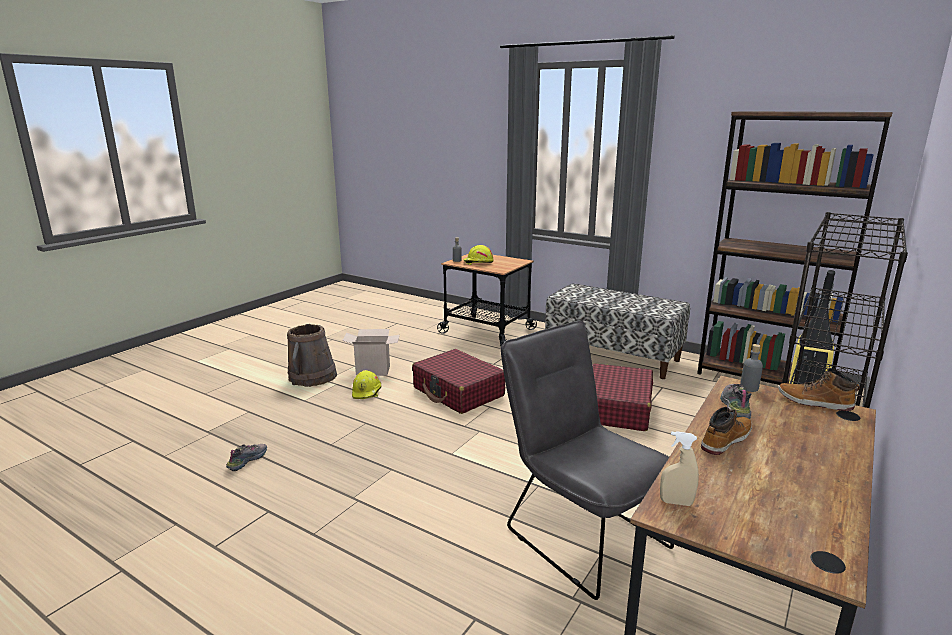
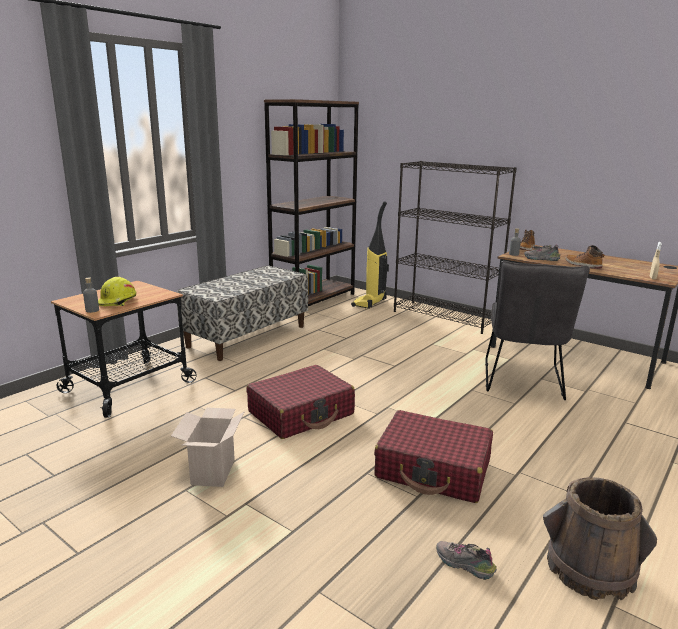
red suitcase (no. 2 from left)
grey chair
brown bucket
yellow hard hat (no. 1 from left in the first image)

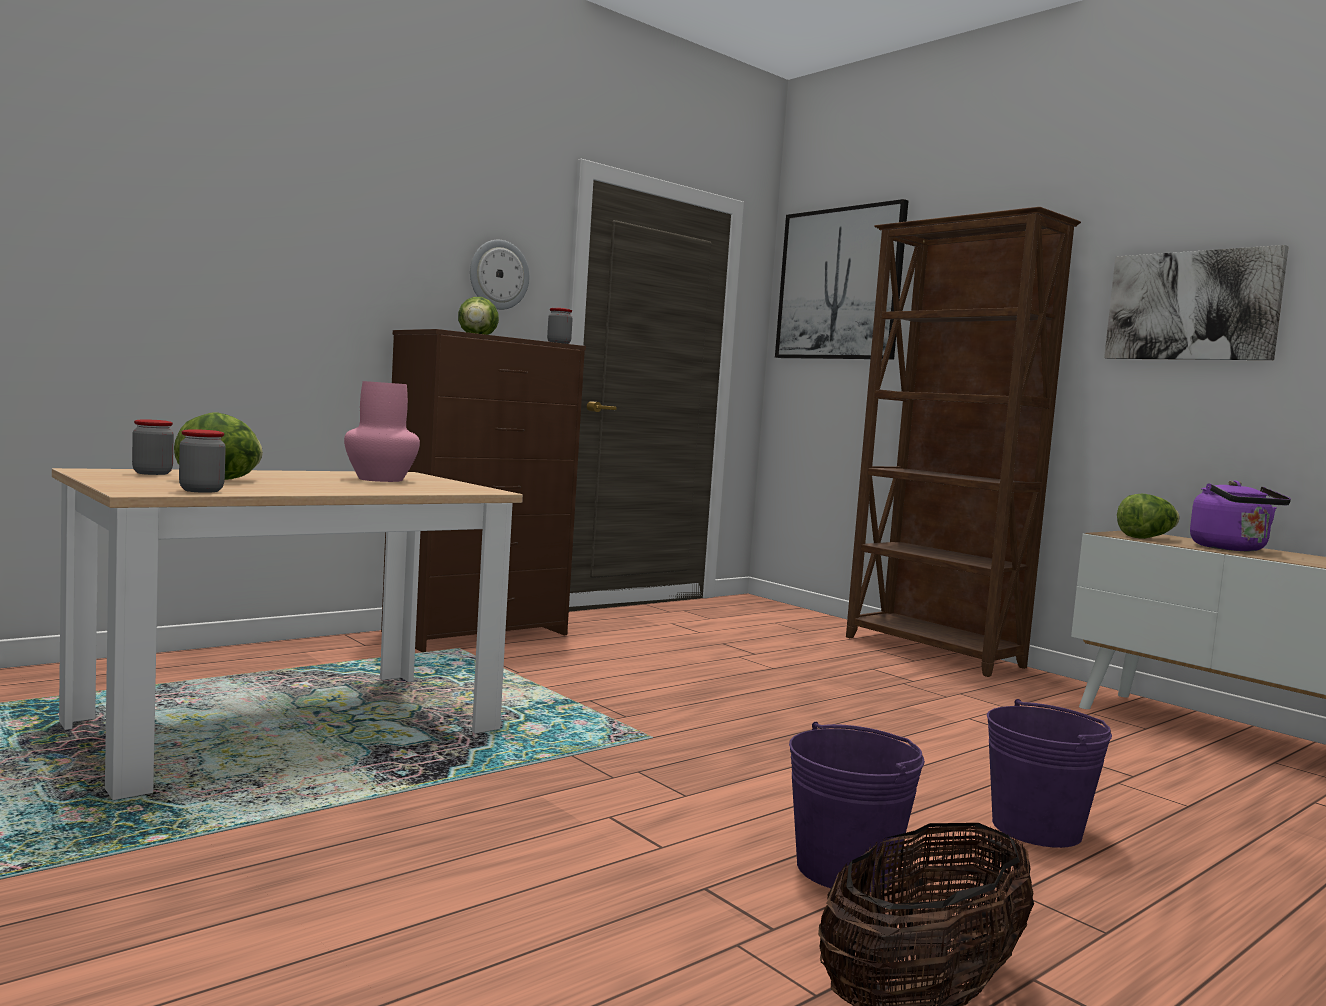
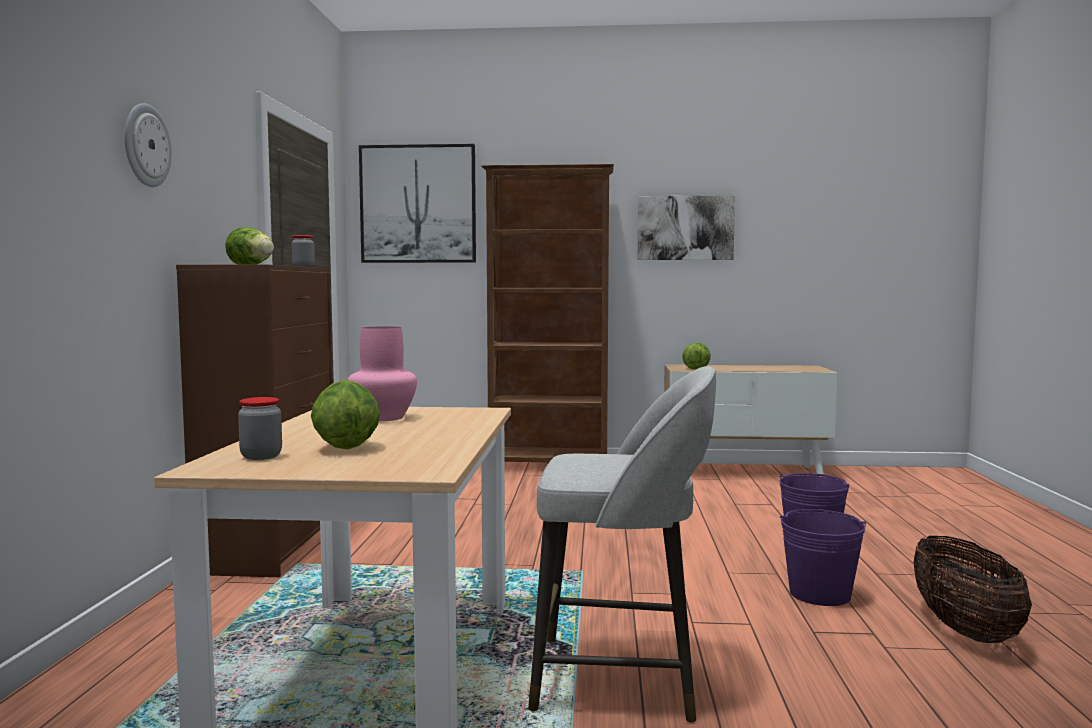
wall clock
grey stool
jar (no. 2 from left in the first image)
purple kettle

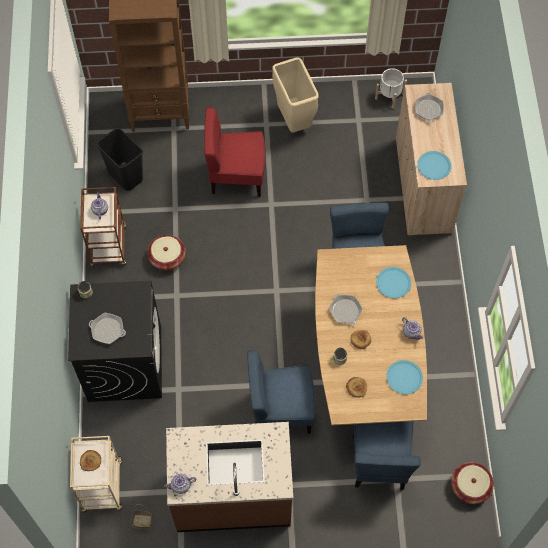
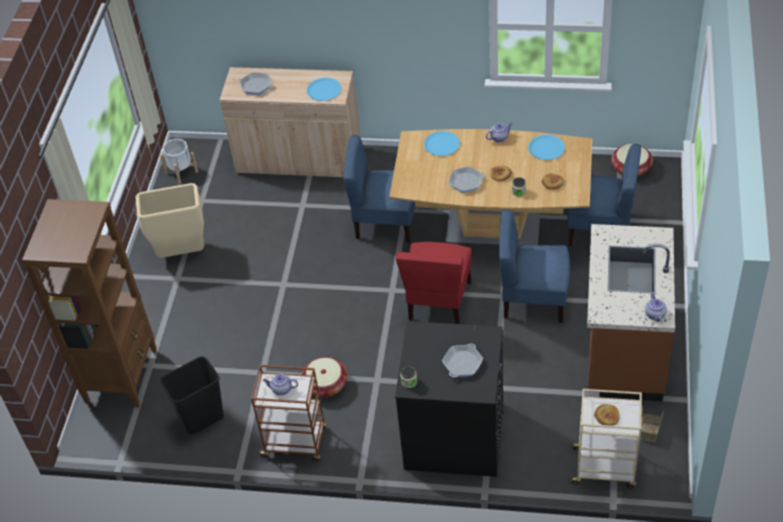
red chair
blue chair (no. 2 from left)

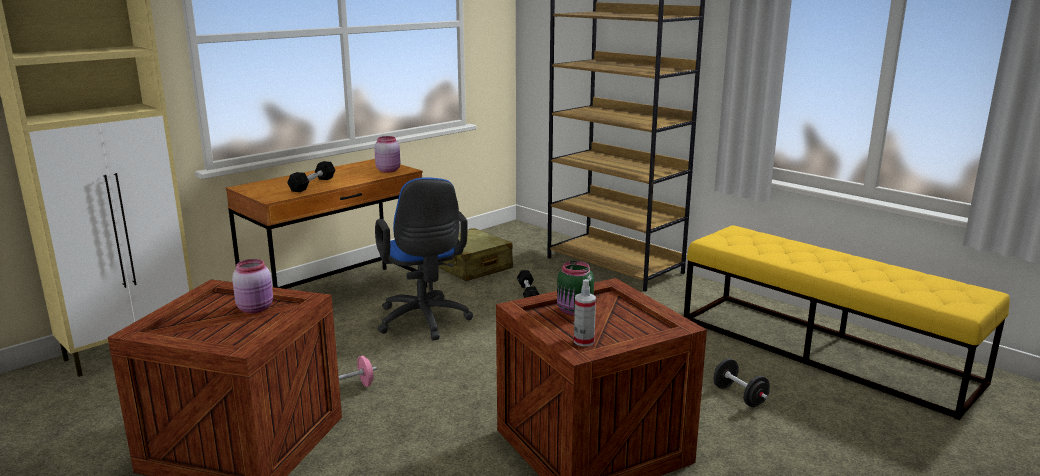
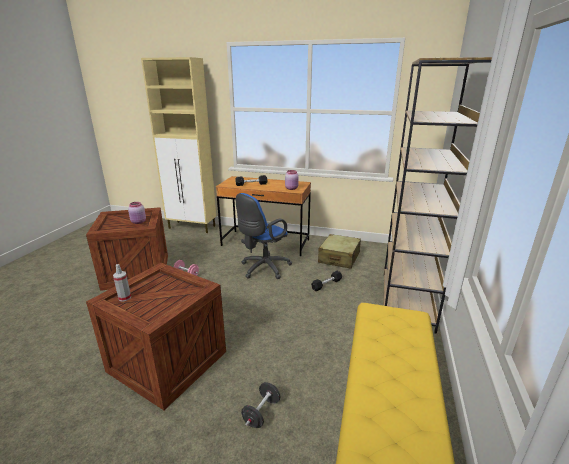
green jar

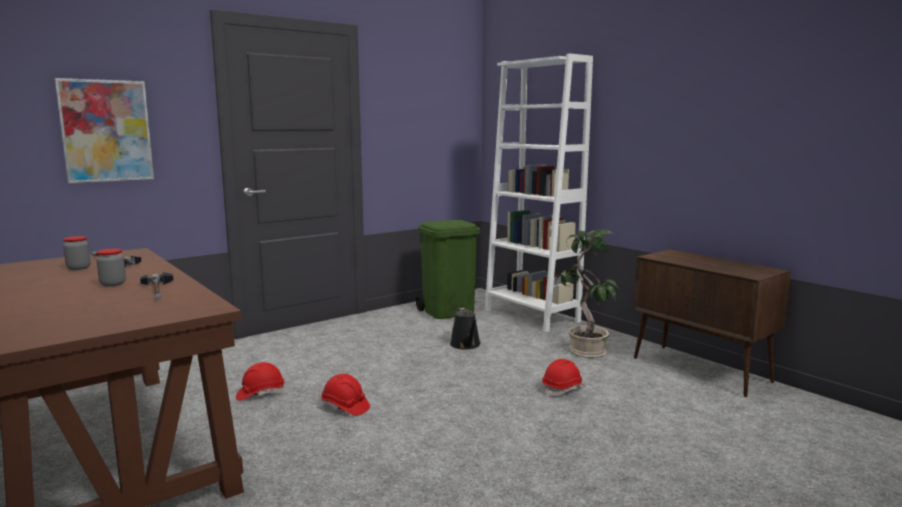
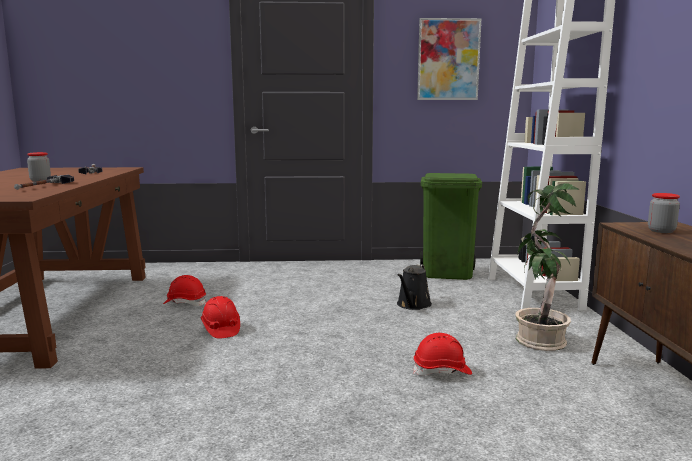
picture
jar (no. 2 from left)

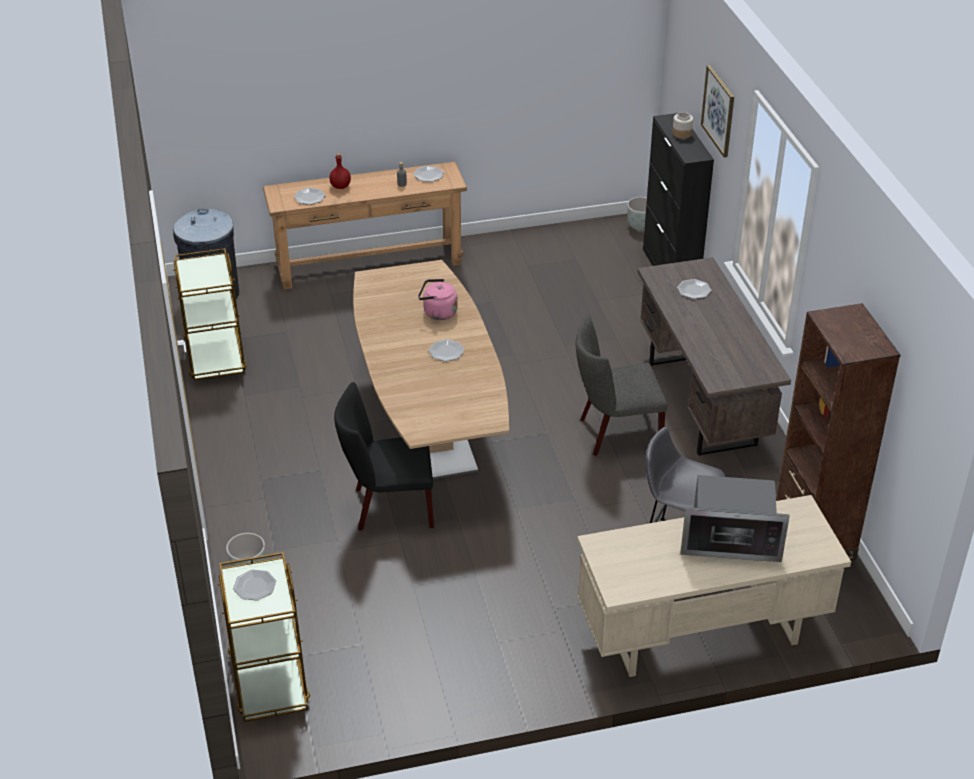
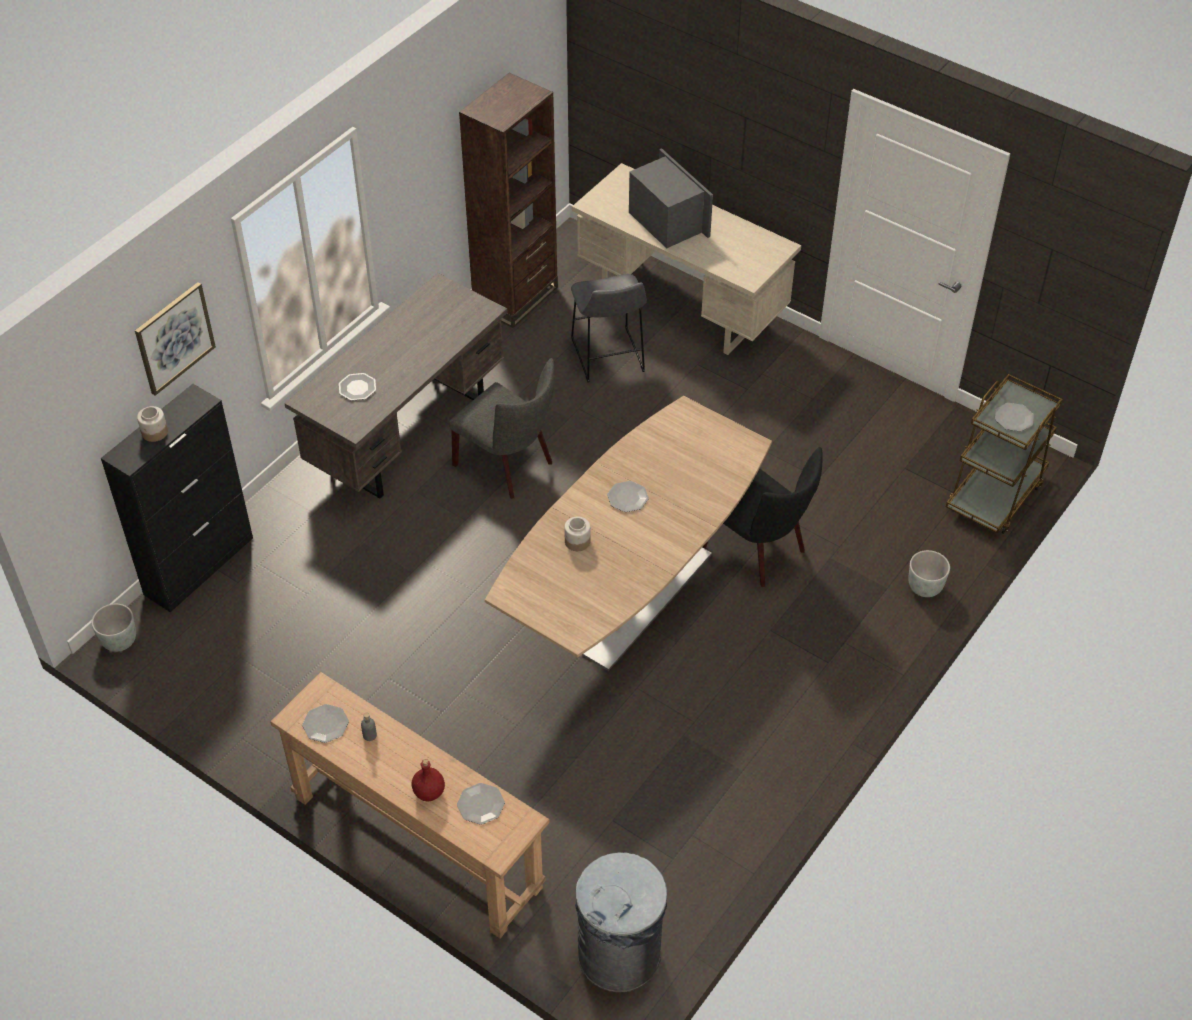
jar (no. 2 from left)
brown cart (no. 1 from left in the first image)

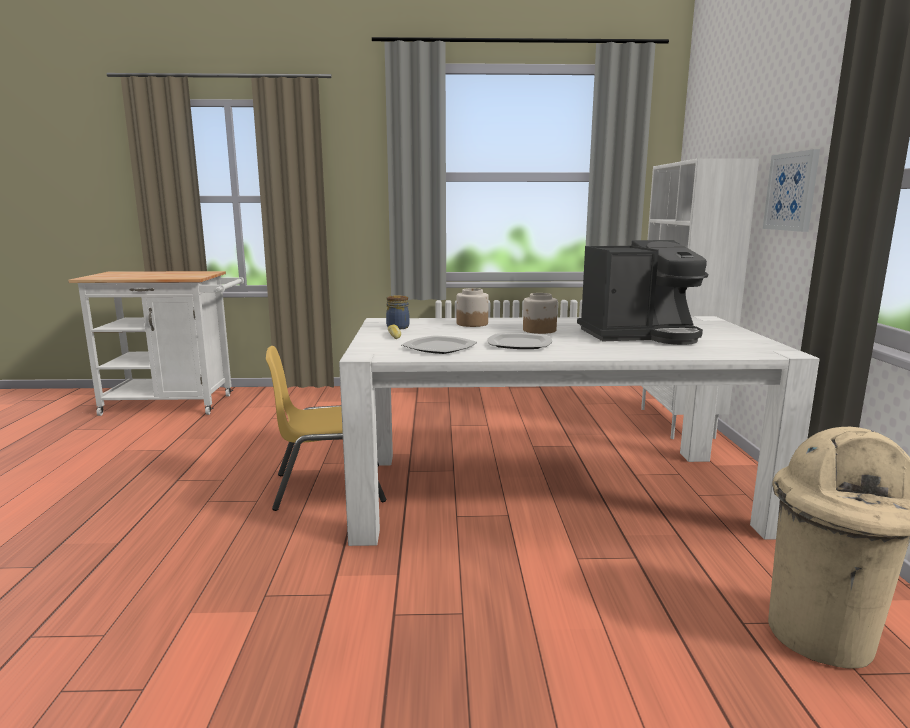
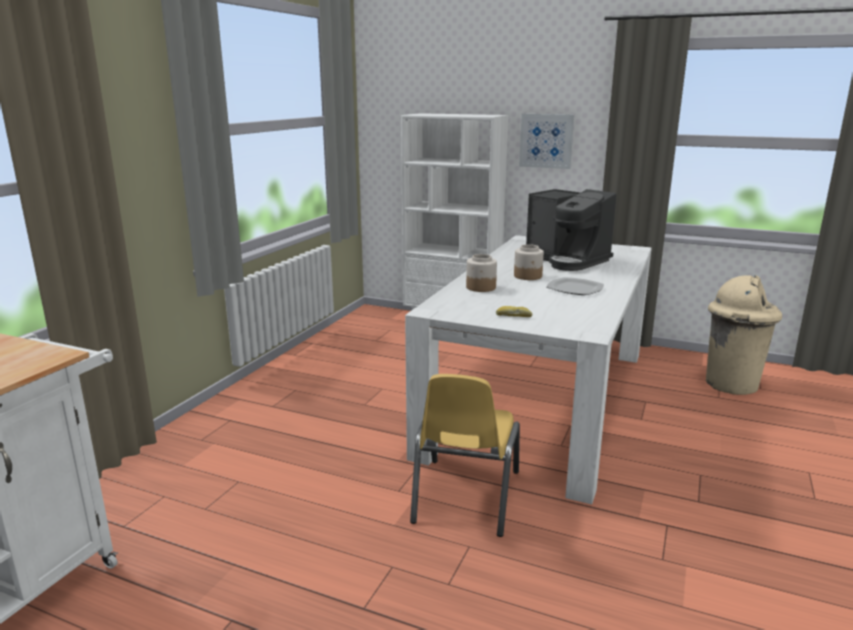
coffee machine
jar (no. 1 from left in the first image)
plate (no. 1 from left in the first image)

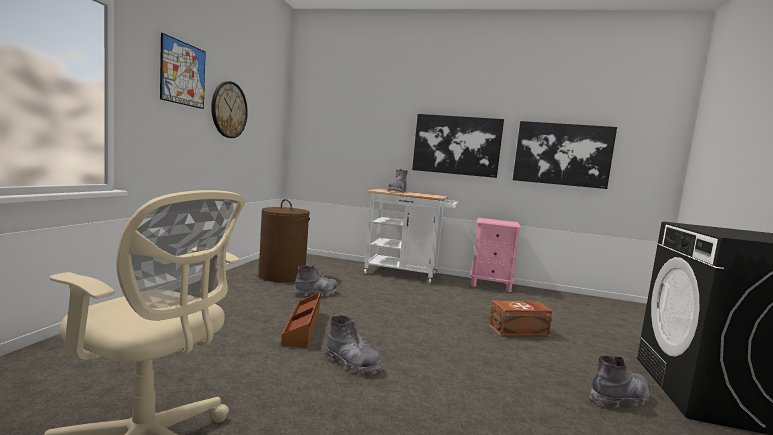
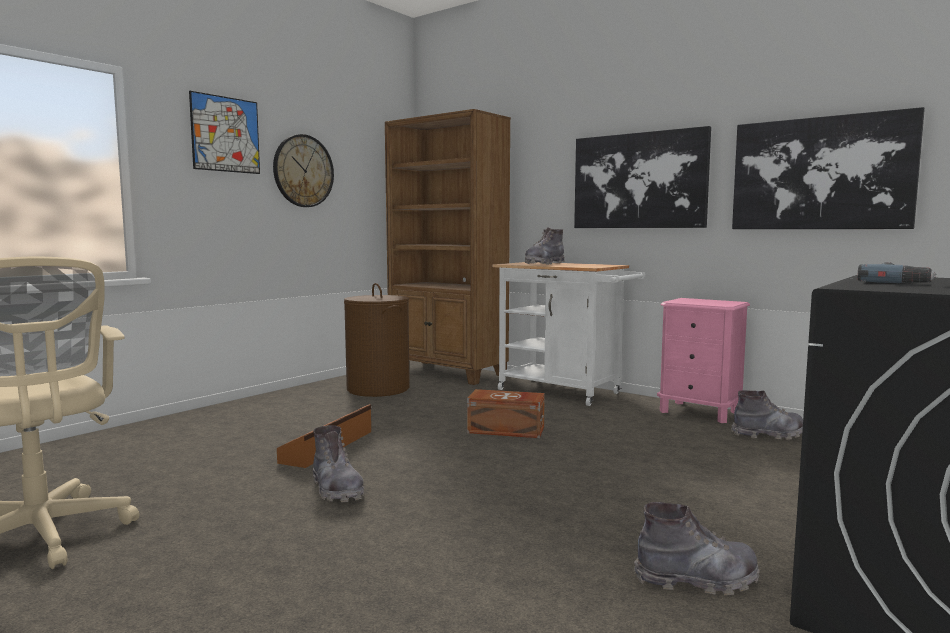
brown bookcase
brown storage box (no. 2 from left)
grey boot (no. 4 from left)
power drill

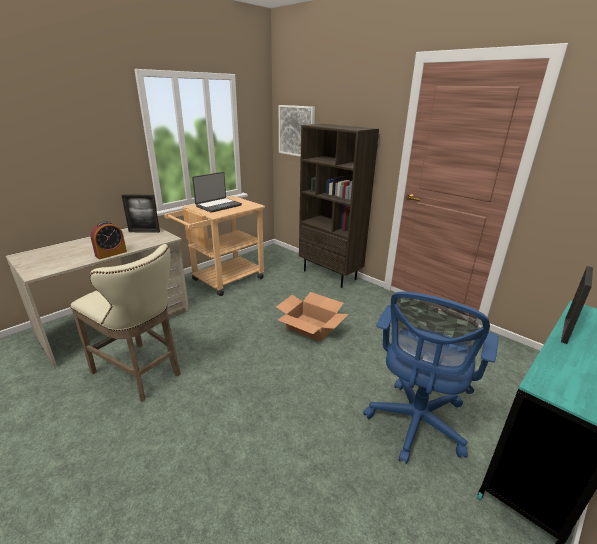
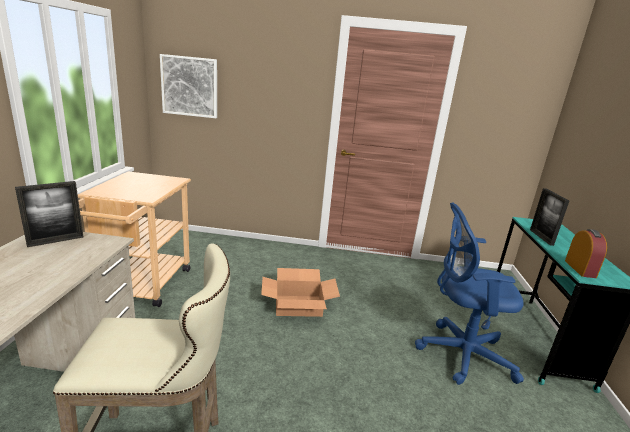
blue office chair
alarm clock
laptop
brown bookcase

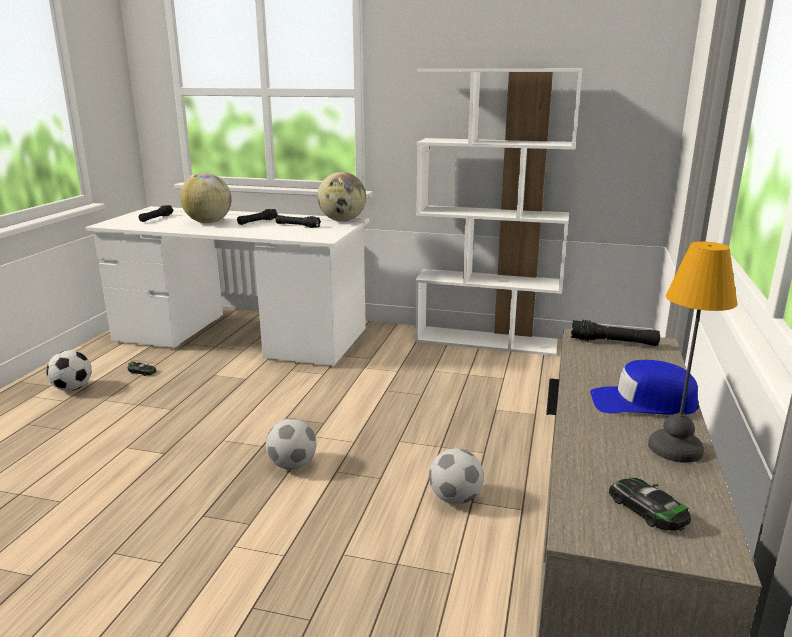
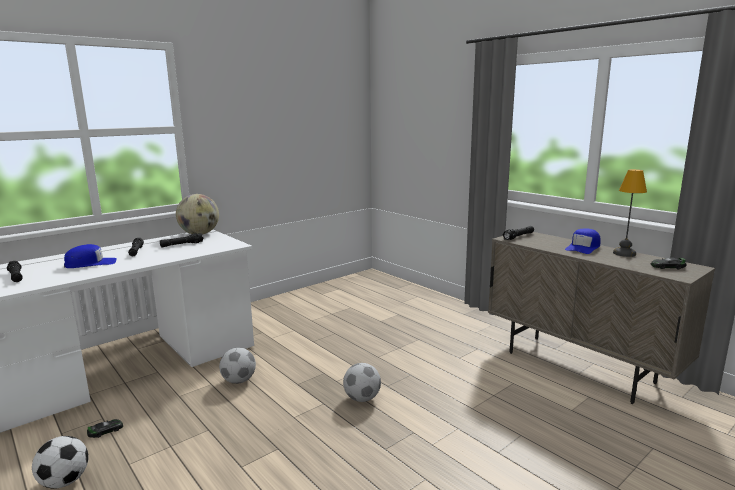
blue cap (no. 1 from left)
football (no. 2 from left)
white bookcase

